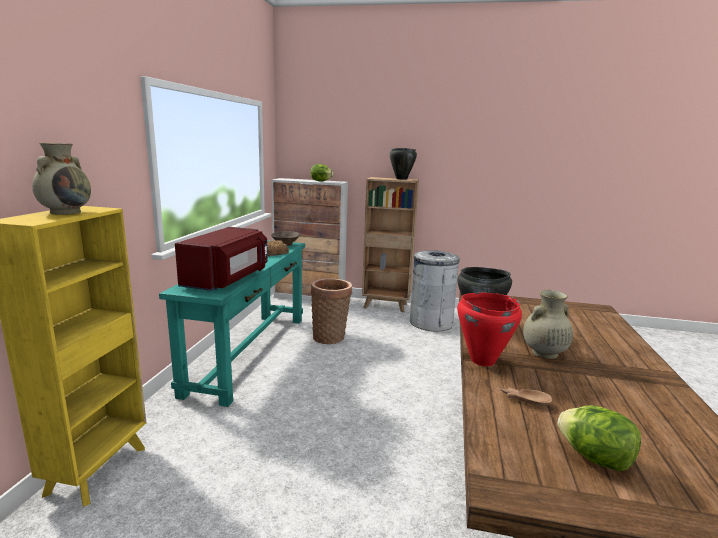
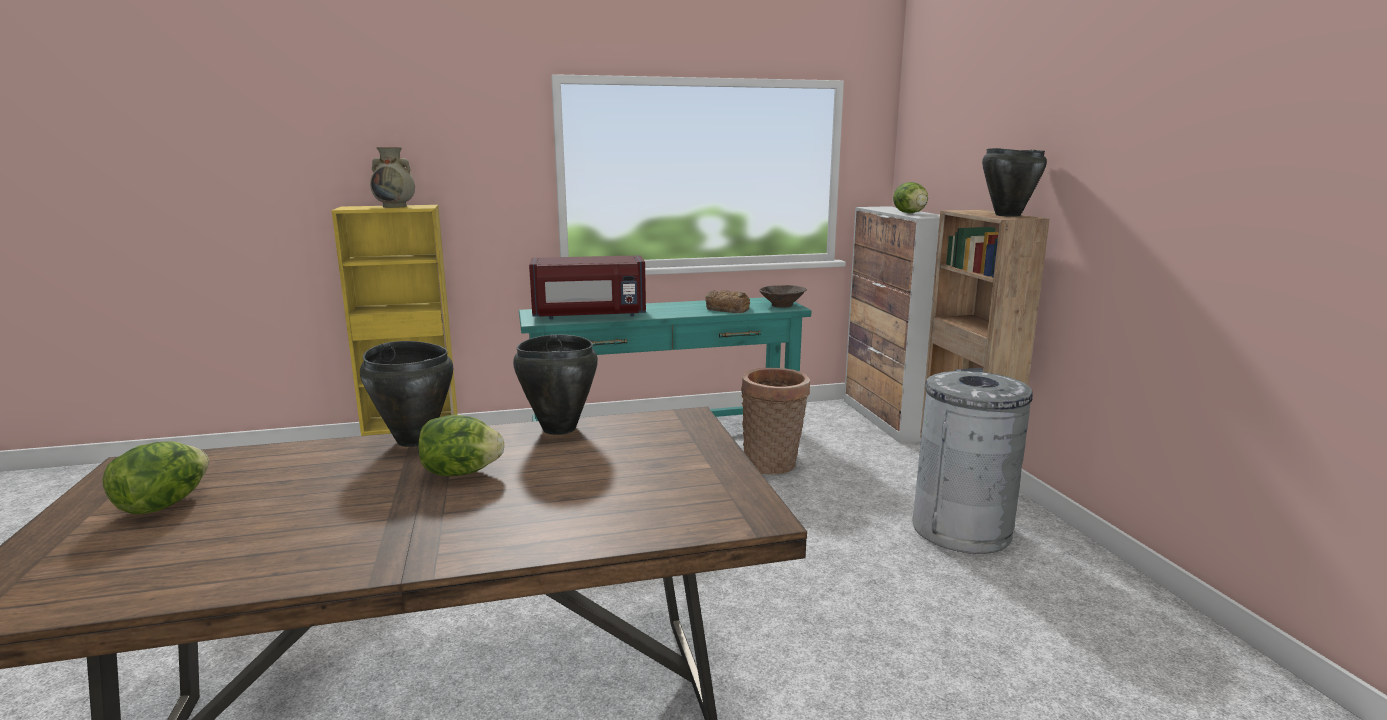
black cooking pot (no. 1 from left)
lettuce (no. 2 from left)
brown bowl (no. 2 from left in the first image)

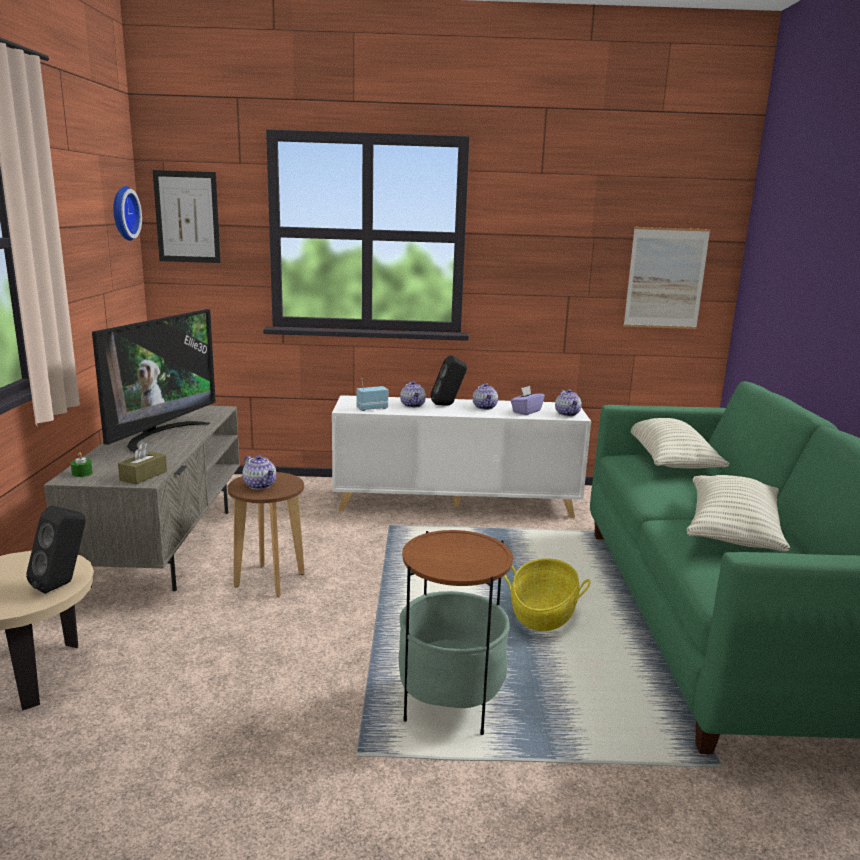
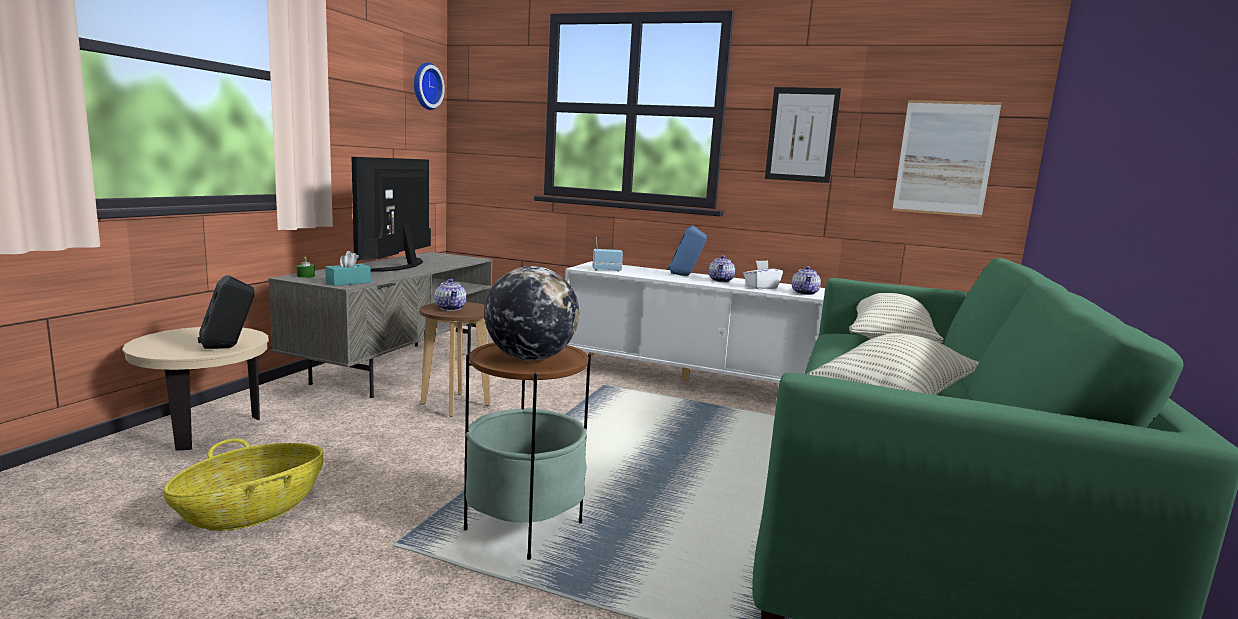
basket
turquoise tissue box
television
globe
blue speaker
white tissue box
picture (no. 1 from left)
teapot (no. 2 from left in the first image)

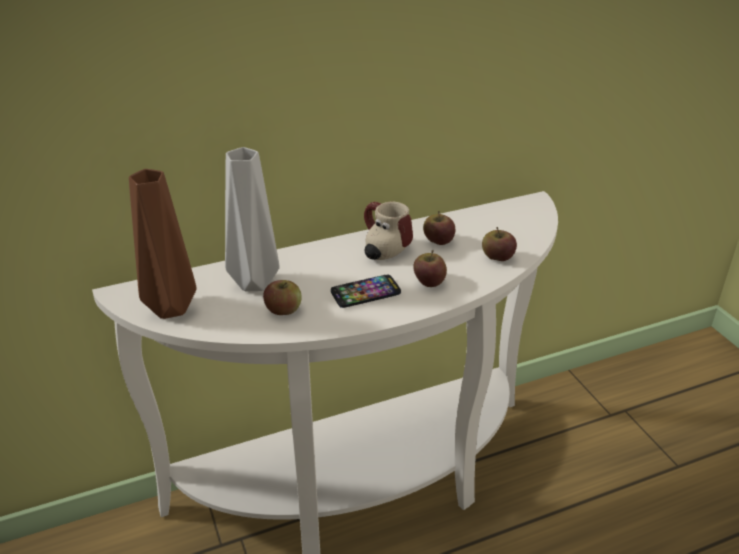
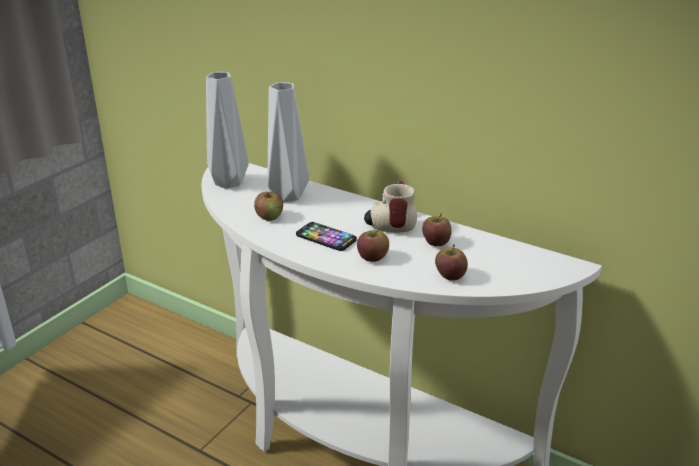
grey vase (no. 1 from left)

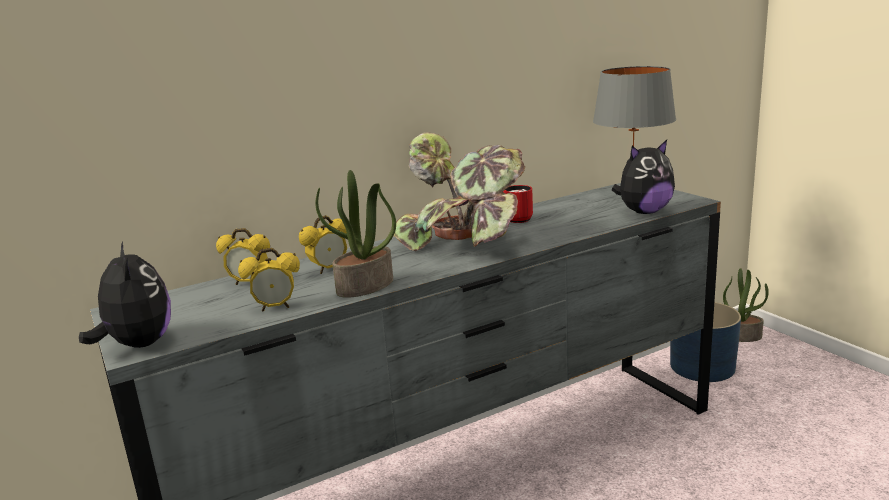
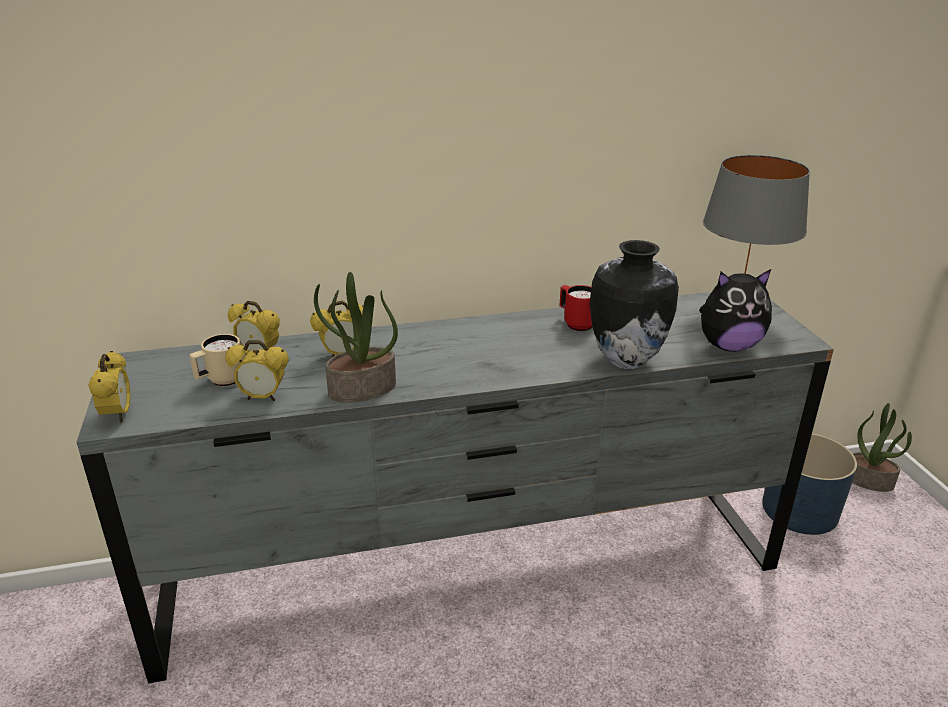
alarm clock (no. 1 from left)
beige mug
vase
potted plant (no. 2 from left in the first image)

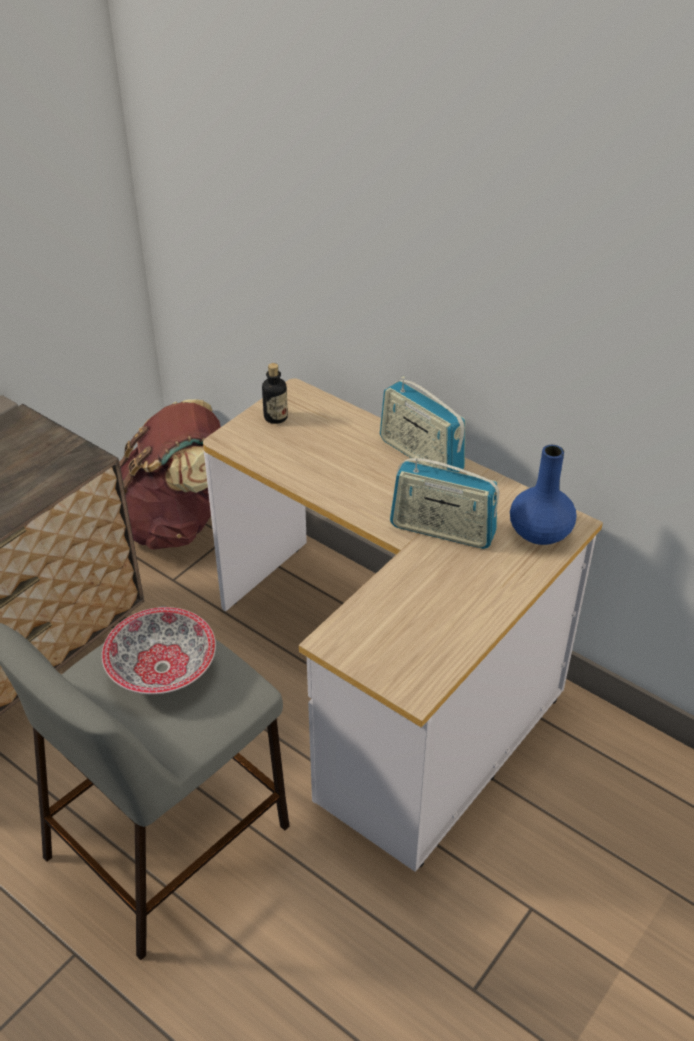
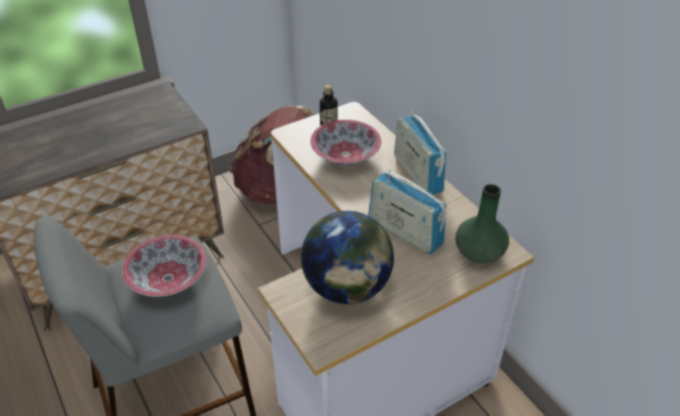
globe
bowl (no. 2 from left)
green vase

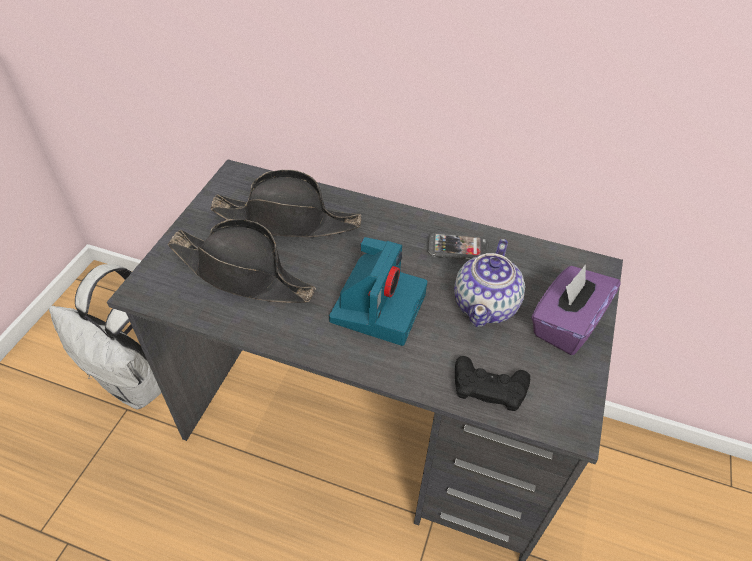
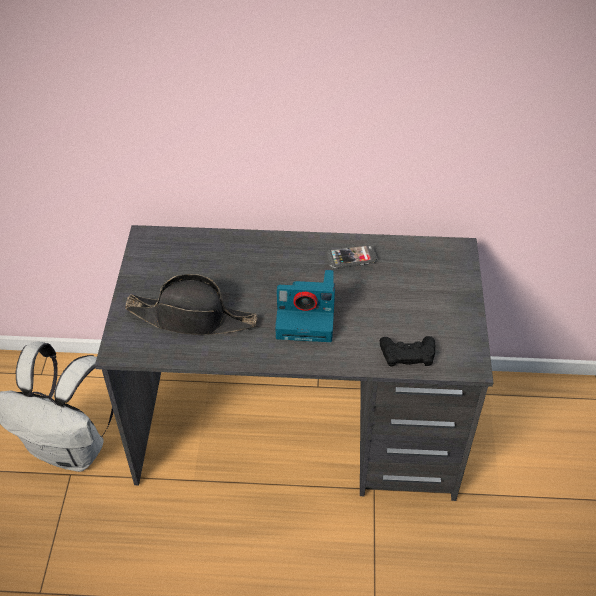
photo camera
black hat (no. 2 from left in the first image)
teapot
purple tissue box

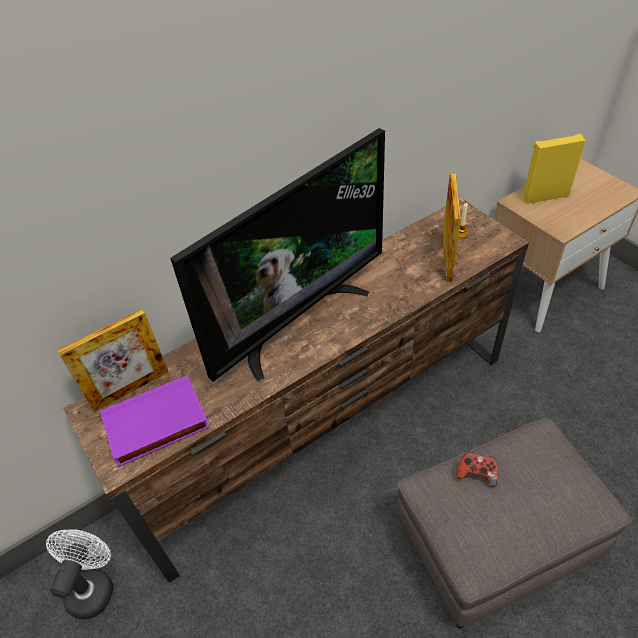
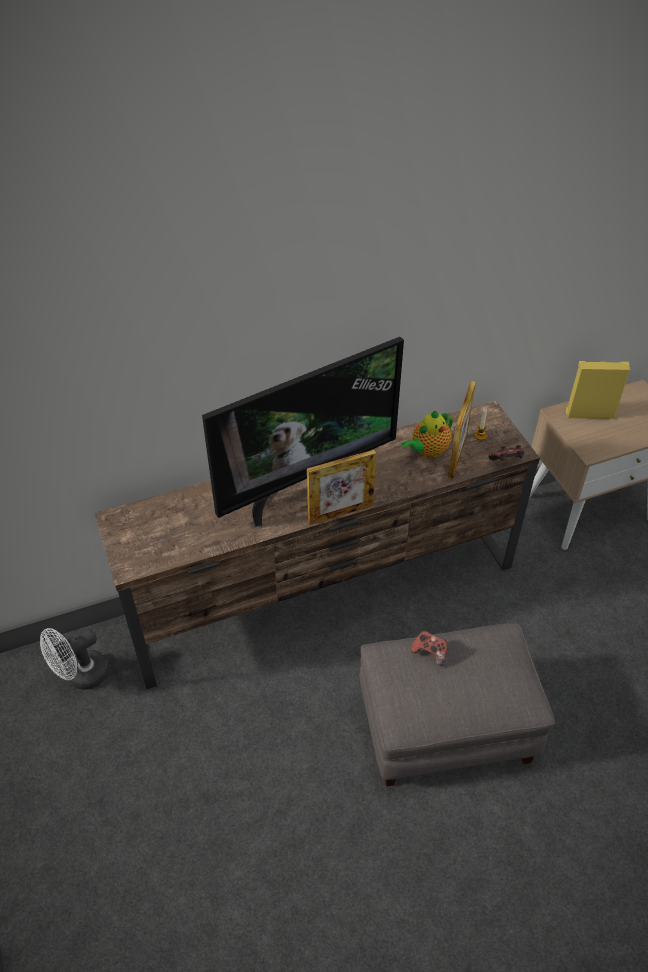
white fan
picture frame (no. 1 from left)
teapot
game controller (no. 2 from left)
purple book

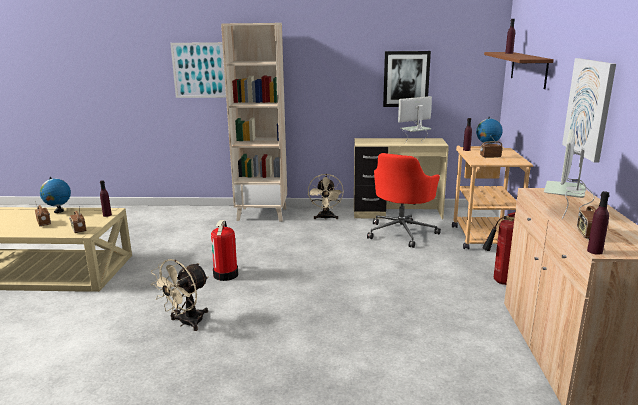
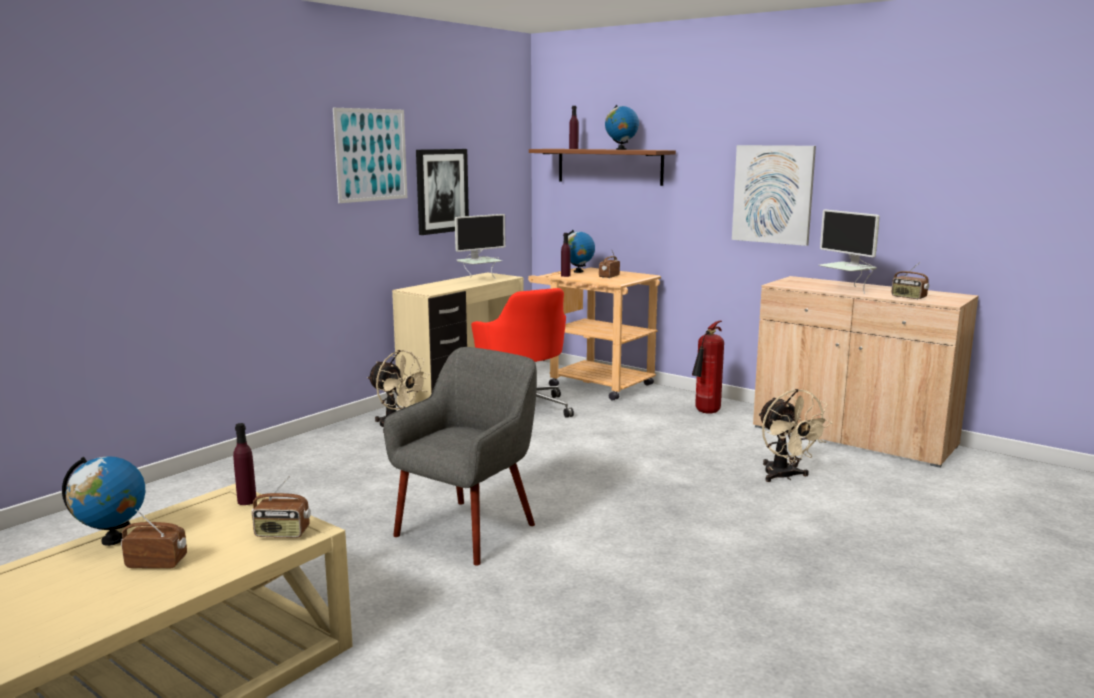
picture (no. 1 from left)
grey armchair
monitor (no. 1 from left)
globe (no. 3 from left)
beige fan (no. 2 from left)
beige bookcase
purple bottle (no. 4 from left in the first image)

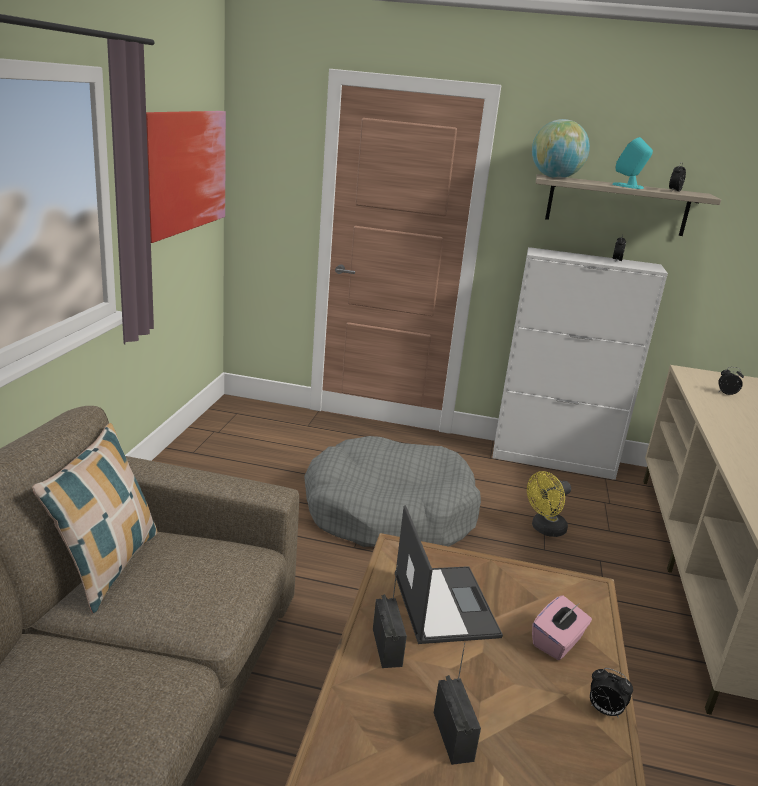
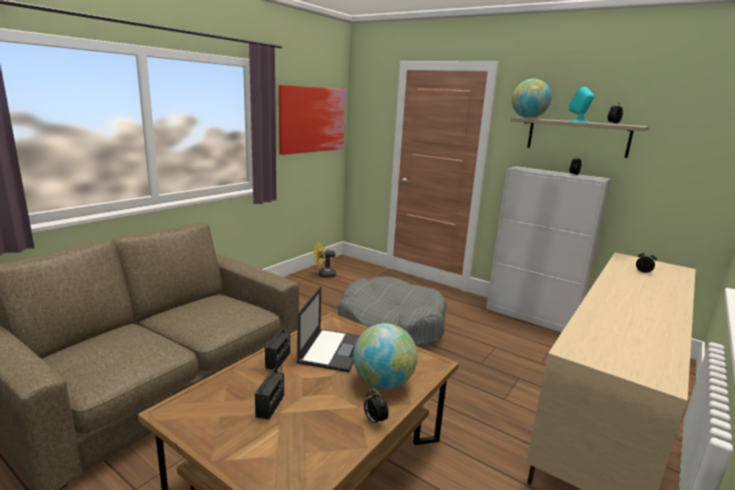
yellow fan
globe (no. 1 from left)
pillow

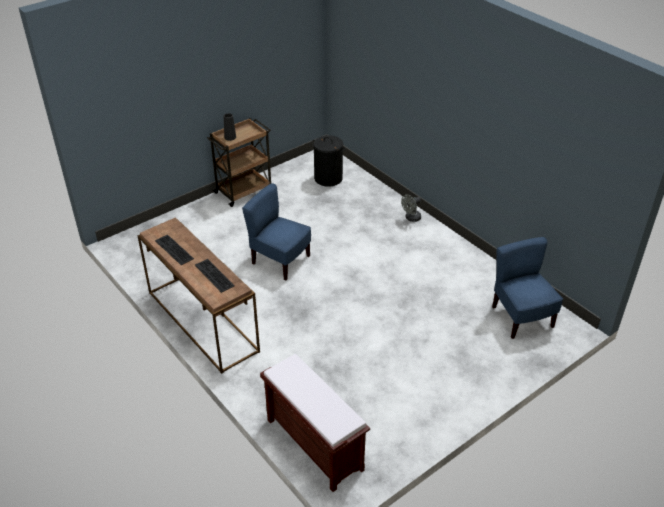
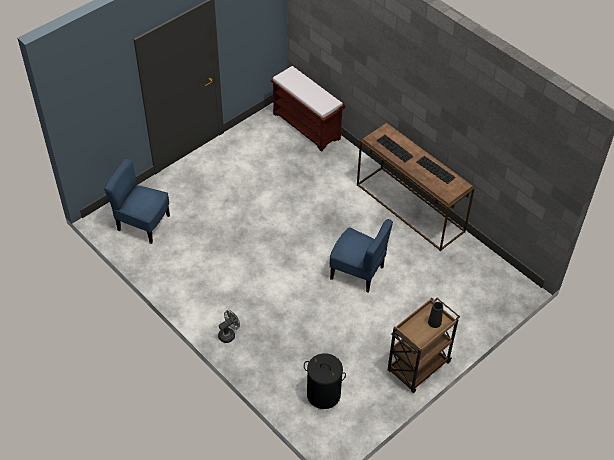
blue chair (no. 1 from left)

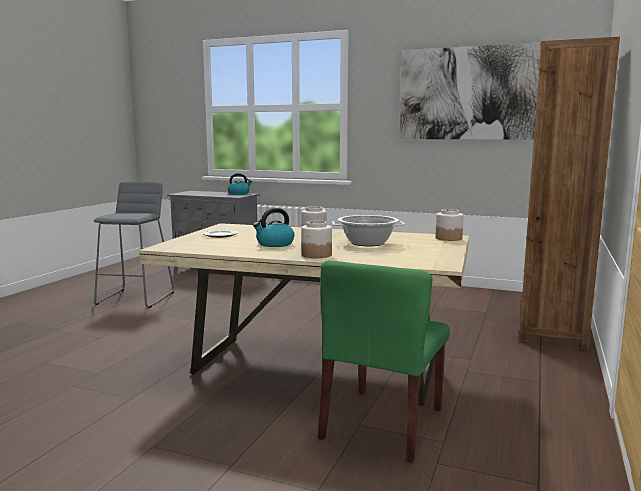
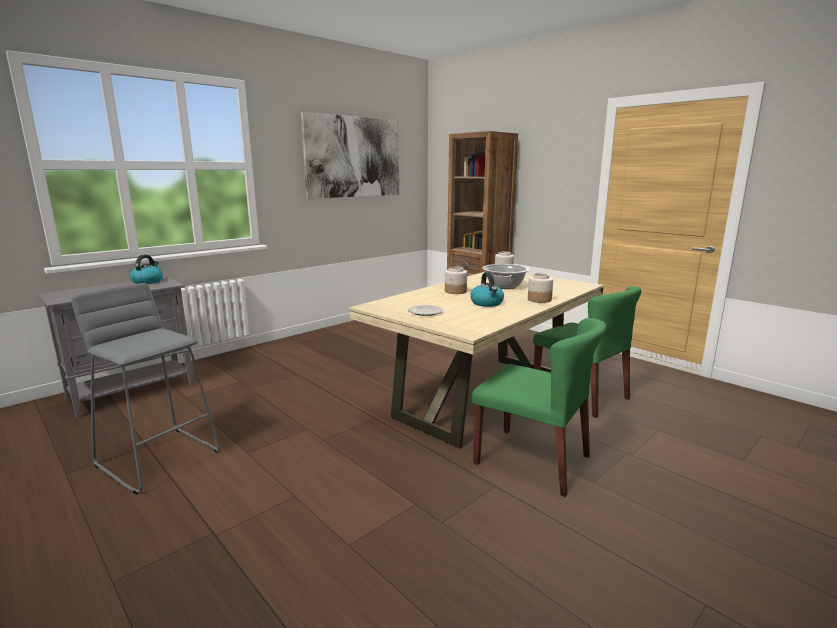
green chair (no. 1 from left)

